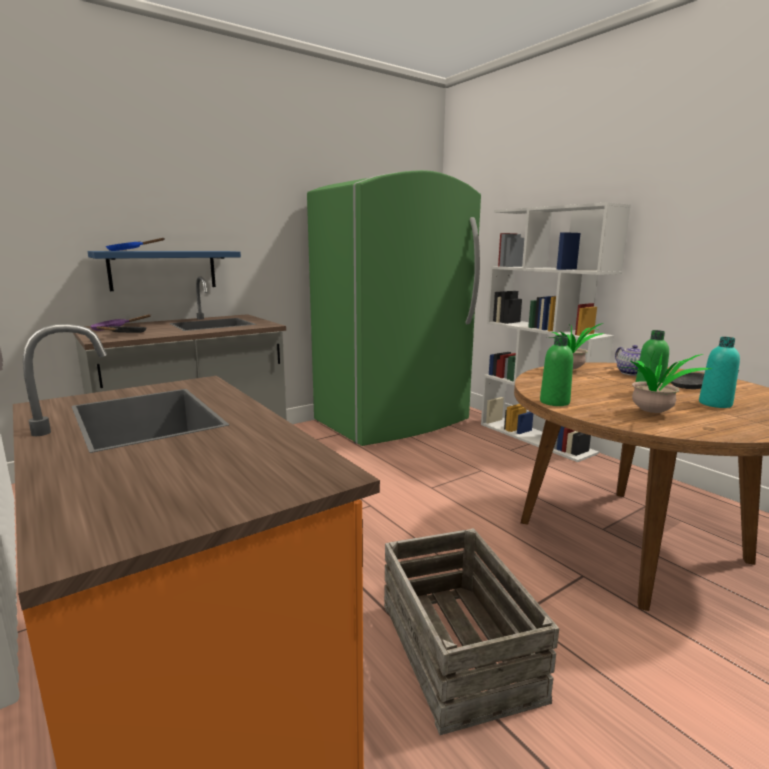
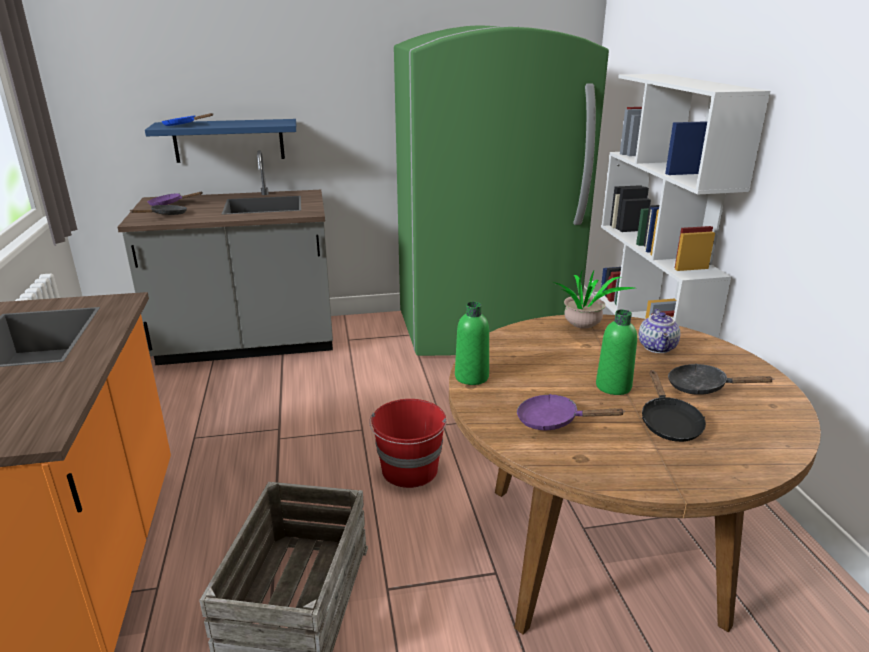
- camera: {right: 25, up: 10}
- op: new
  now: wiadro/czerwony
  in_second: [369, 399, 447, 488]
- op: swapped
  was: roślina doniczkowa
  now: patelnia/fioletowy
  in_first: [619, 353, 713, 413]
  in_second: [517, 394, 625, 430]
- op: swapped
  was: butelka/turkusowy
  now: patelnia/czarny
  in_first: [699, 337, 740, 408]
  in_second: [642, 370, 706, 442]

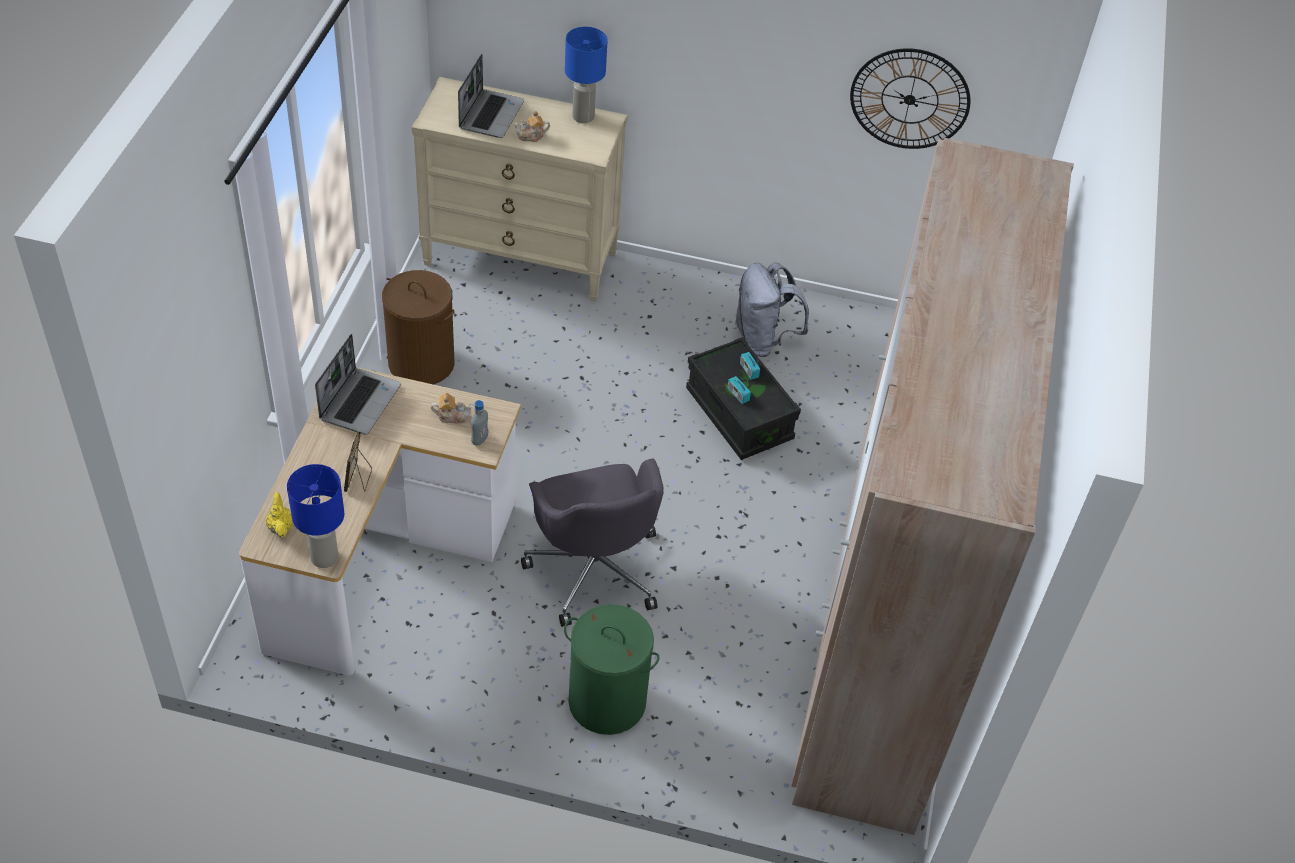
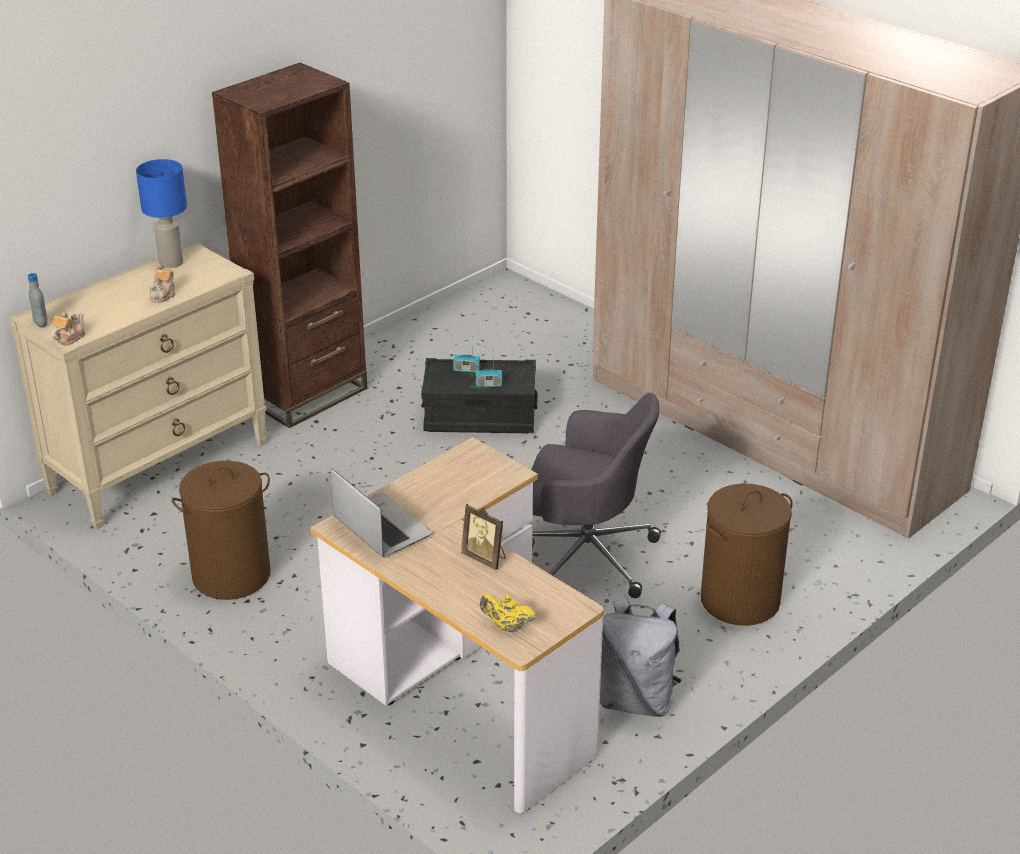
- camera: {right: -55, up: -15}
- op: gone
  was: lampa stołowa/niebieski
  in_first: [287, 464, 344, 568]
- op: gone
  was: laptop
  in_first: [458, 54, 524, 138]
- op: gone
  was: zegar ścienny
  in_first: [850, 48, 971, 149]
- op: new
  now: regał/brązowy
  in_second: [212, 63, 368, 428]
- op: shifted
  was: imbryk
  in_first: [431, 393, 473, 424]
  in_second: [51, 312, 85, 346]
- op: shifted
  was: butelka/szary
  in_first: [471, 400, 489, 445]
  in_second: [28, 273, 48, 327]
- op: shifted
  was: plecak/szary
  in_first: [735, 263, 809, 357]
  in_second: [600, 598, 682, 717]
- op: repainted
  was: kosz na pranie/zielony
  now: kosz na pranie/brązowy
  in_first: [564, 604, 659, 735]
  in_second: [701, 483, 793, 626]

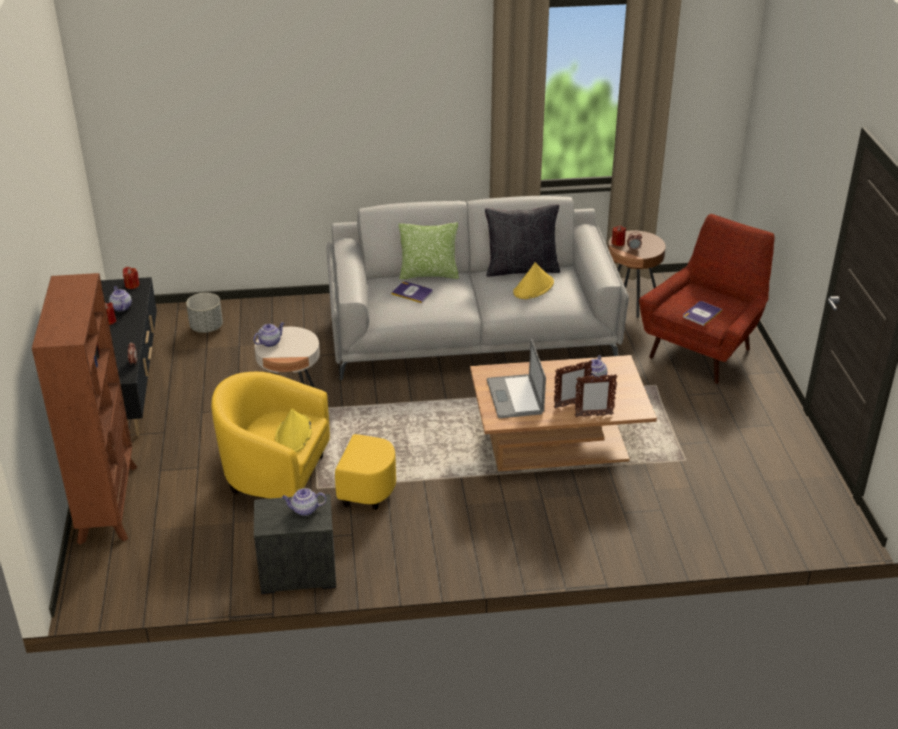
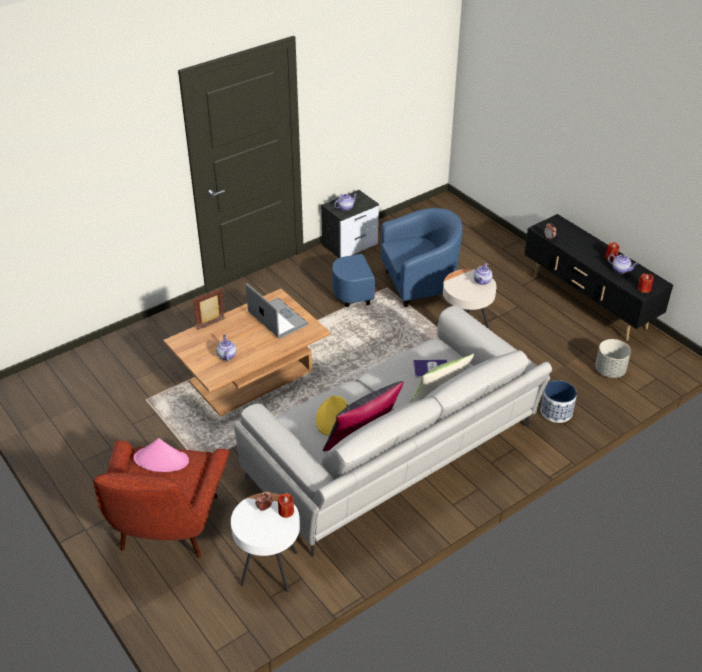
- camera: {right: 150, up: 5}
- op: gone
  was: regał/brązowy
  in_first: [32, 273, 138, 545]
- op: gone
  was: kapelusz/żółty
  in_first: [275, 409, 312, 452]
- op: gone
  was: ramka na zdjęcie
  in_first: [554, 360, 592, 409]
- op: new
  now: donica
  in_second: [540, 380, 577, 423]
- op: swapped
  was: książka
  now: kapelusz/różowy
  in_first: [683, 301, 722, 326]
  in_second: [134, 438, 189, 472]
- op: repainted
  was: fotel/żółty
  now: fotel/niebieski
  in_first: [211, 372, 396, 510]
  in_second: [332, 208, 463, 307]
- op: repainted
  was: stolik/brązowy
  now: stolik/biały
  in_first: [608, 230, 666, 318]
  in_second: [231, 493, 300, 592]

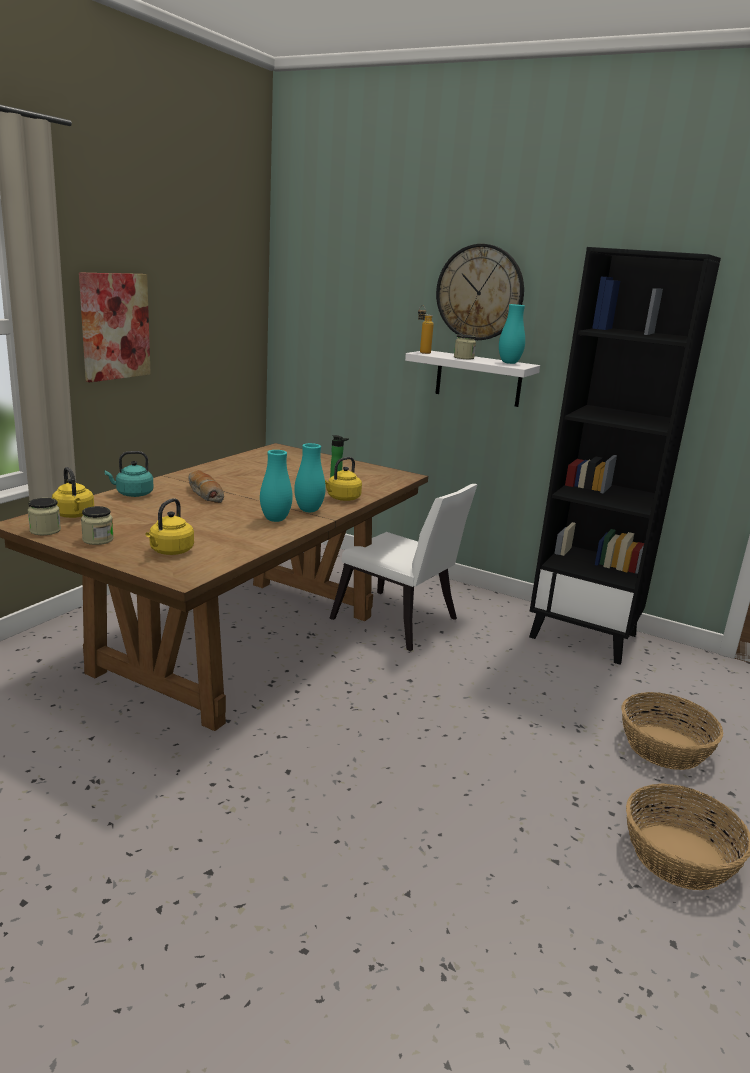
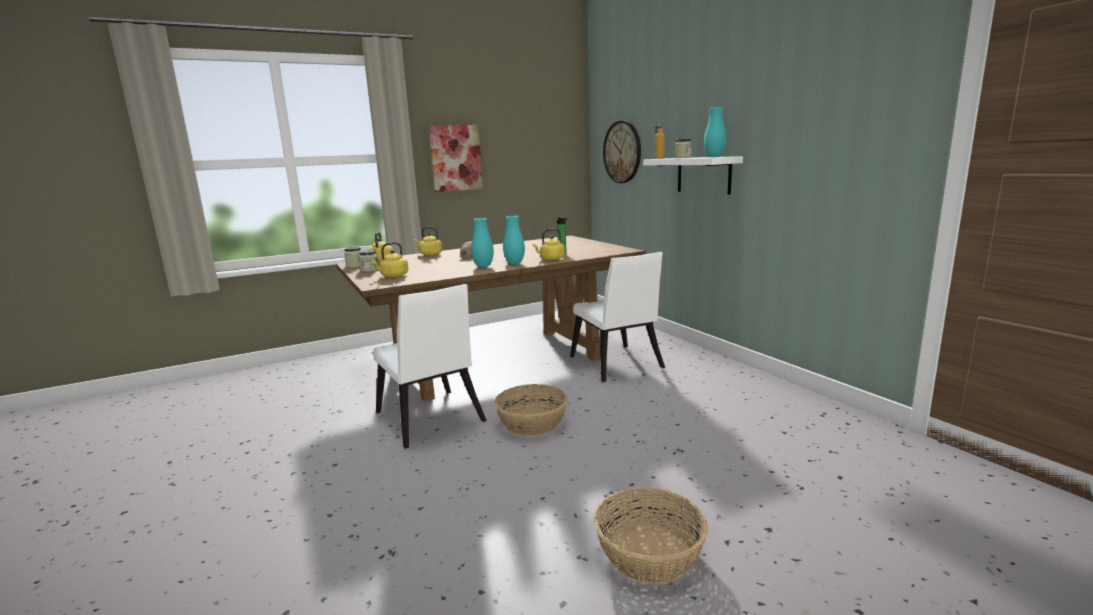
- camera: {right: 35, up: -5}
- op: gone
  was: regał/czarny
  in_first: [529, 247, 721, 665]
- op: new
  now: krzesło/biały
  in_second: [373, 284, 487, 449]
- op: shifted
  was: zegar ścienny
  in_first: [436, 244, 524, 340]
  in_second: [603, 121, 641, 183]
- op: shifted
  was: koszyk
  in_first: [621, 692, 724, 770]
  in_second: [494, 384, 568, 436]
- op: repainted
  was: czajnik/turkusowy
  now: czajnik/żółty
  in_first: [105, 451, 154, 497]
  in_second: [415, 227, 442, 256]

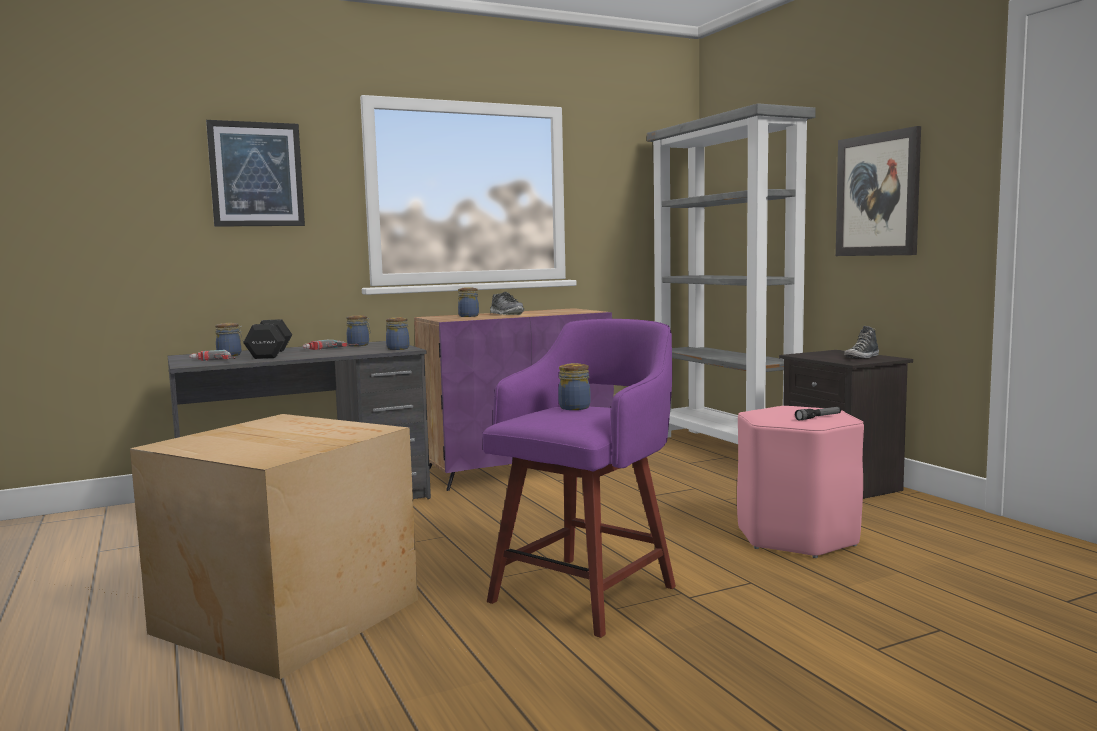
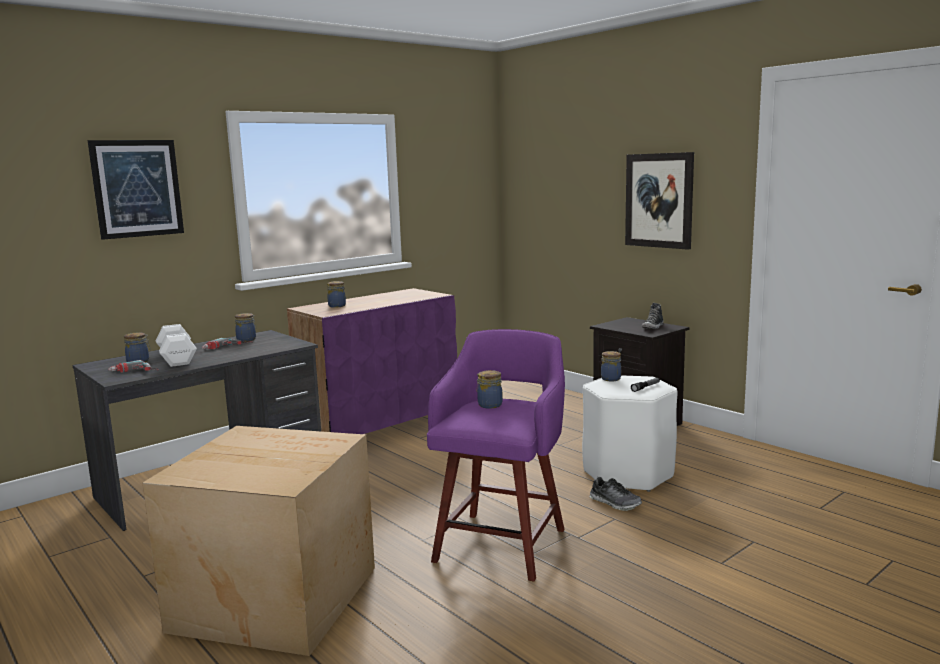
- camera: {right: -15, up: 5}
- op: gone
  was: regał/szary
  in_first: [647, 103, 816, 444]
- op: shifted
  was: słoik
  in_first: [386, 317, 409, 350]
  in_second: [601, 351, 621, 382]
- op: shifted
  was: but
  in_first: [490, 292, 524, 315]
  in_second: [589, 477, 642, 511]
- op: repainted
  was: hantel/czarny
  now: hantel/biały
  in_first: [243, 319, 292, 359]
  in_second: [156, 324, 197, 367]
- op: repainted
  was: stołek/różowy
  now: stołek/biały
  in_first: [737, 406, 864, 558]
  in_second: [582, 375, 678, 492]

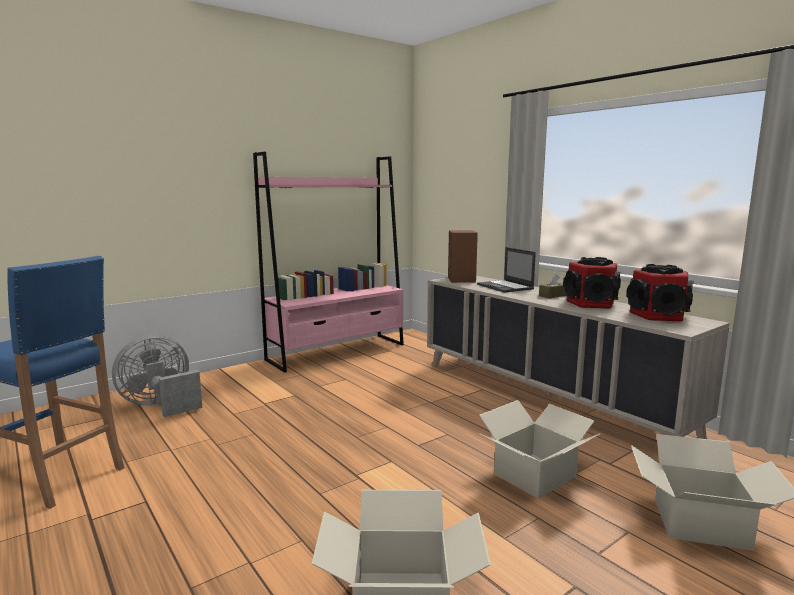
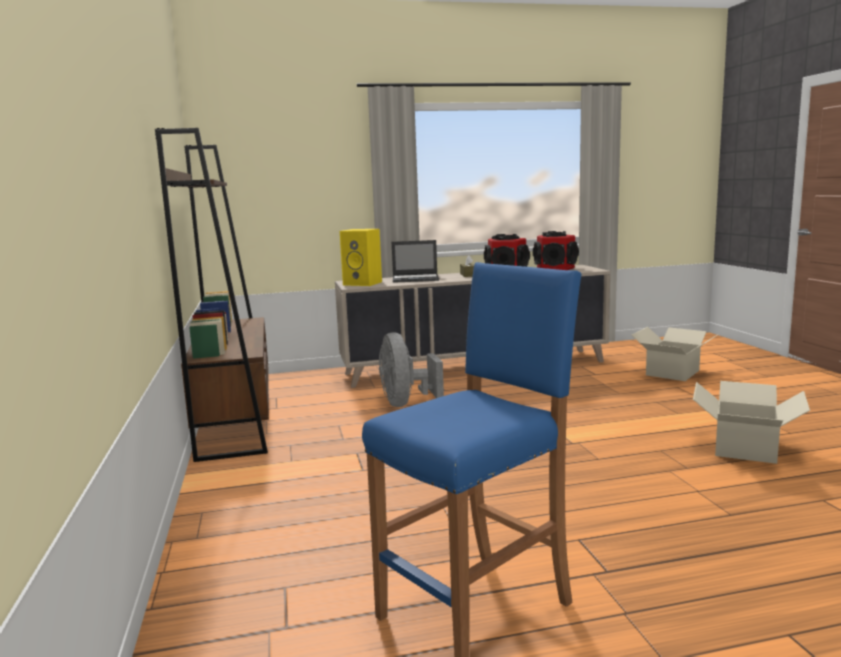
- camera: {right: -65, up: 0}
- op: gone
  was: karton
  in_first: [478, 400, 602, 499]
- op: shifted
  was: wentylator/szary
  in_first: [112, 335, 202, 417]
  in_second: [379, 332, 444, 407]
- op: repainted
  was: regał/różowy
  now: regał/brązowy
  in_first: [253, 152, 404, 373]
  in_second: [155, 128, 269, 462]
- op: repainted
  was: głośnik/brązowy
  now: głośnik/żółty
  in_first: [448, 230, 478, 283]
  in_second: [340, 229, 382, 286]

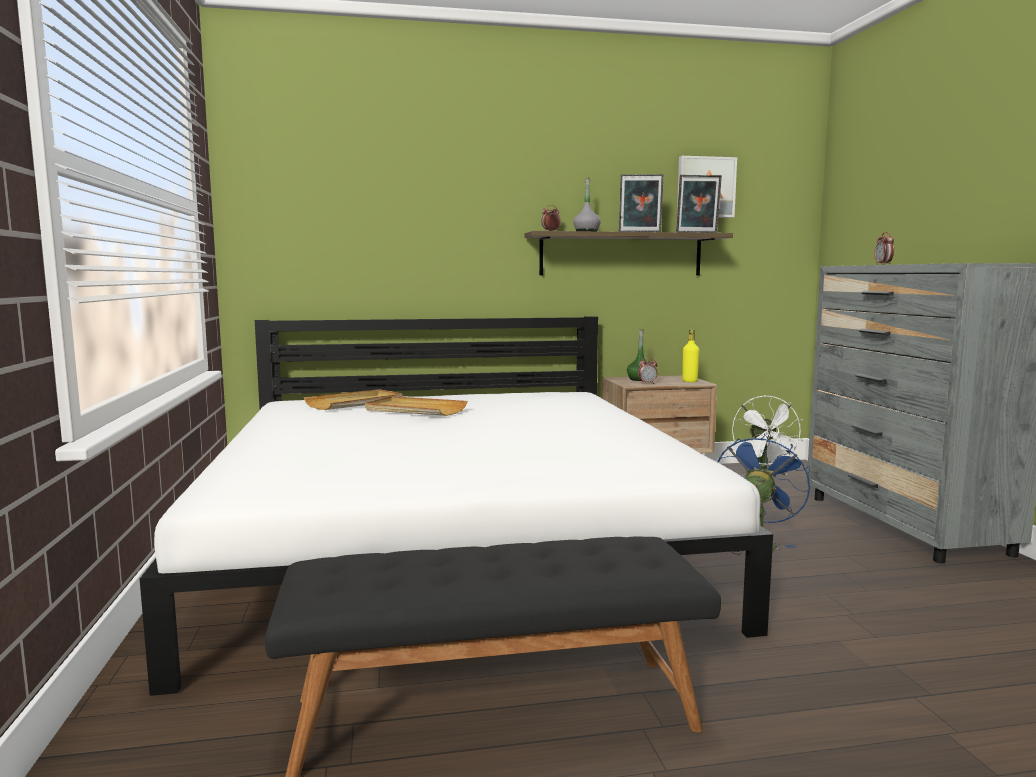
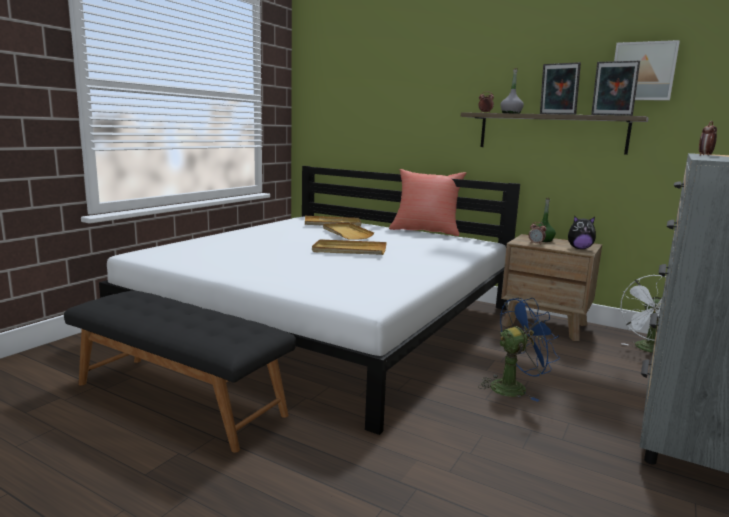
- camera: {right: 40, up: 5}
- op: new
  now: taca/beżowy
  in_second: [312, 239, 387, 255]
- op: new
  now: poduszka/czerwony
  in_second: [389, 169, 466, 236]
- op: swapped
  was: butelka/żółty
  now: pluszak
  in_first: [682, 330, 699, 382]
  in_second: [568, 215, 596, 249]

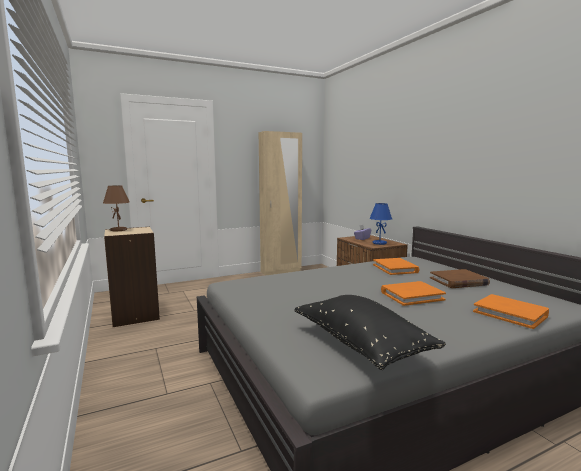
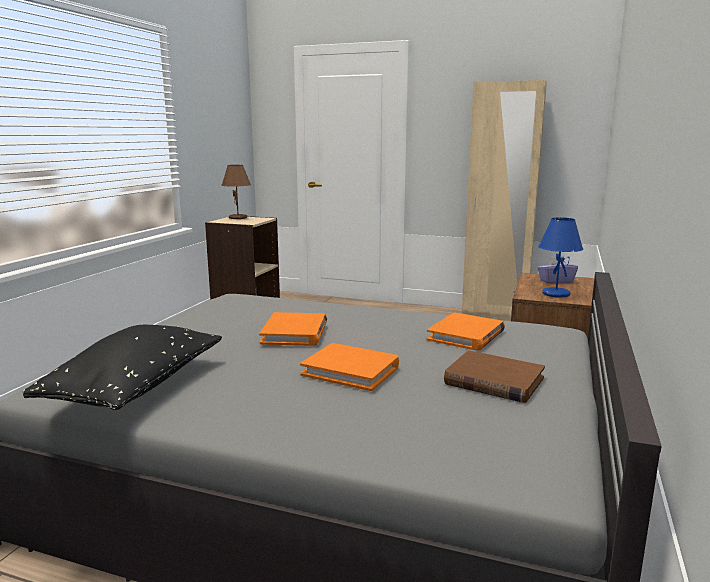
- camera: {right: 45, up: 5}
- op: shifted
  was: książka/pomarańczowy
  in_first: [473, 294, 549, 329]
  in_second: [259, 312, 327, 346]

